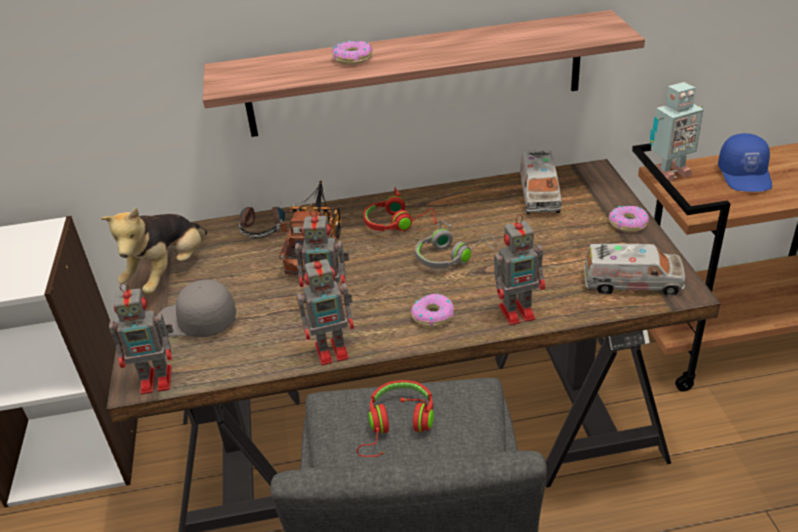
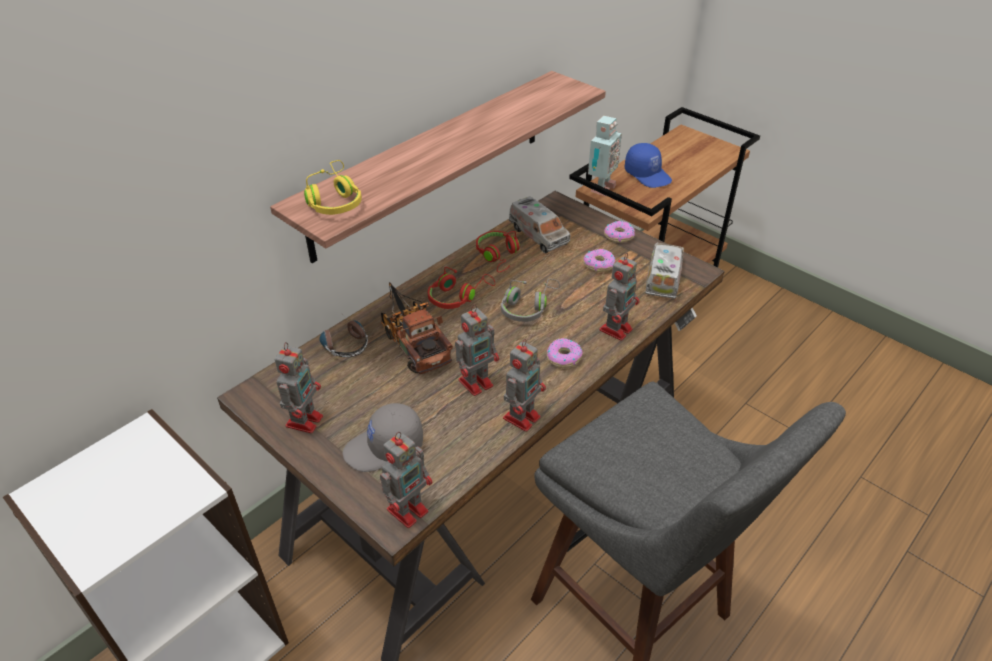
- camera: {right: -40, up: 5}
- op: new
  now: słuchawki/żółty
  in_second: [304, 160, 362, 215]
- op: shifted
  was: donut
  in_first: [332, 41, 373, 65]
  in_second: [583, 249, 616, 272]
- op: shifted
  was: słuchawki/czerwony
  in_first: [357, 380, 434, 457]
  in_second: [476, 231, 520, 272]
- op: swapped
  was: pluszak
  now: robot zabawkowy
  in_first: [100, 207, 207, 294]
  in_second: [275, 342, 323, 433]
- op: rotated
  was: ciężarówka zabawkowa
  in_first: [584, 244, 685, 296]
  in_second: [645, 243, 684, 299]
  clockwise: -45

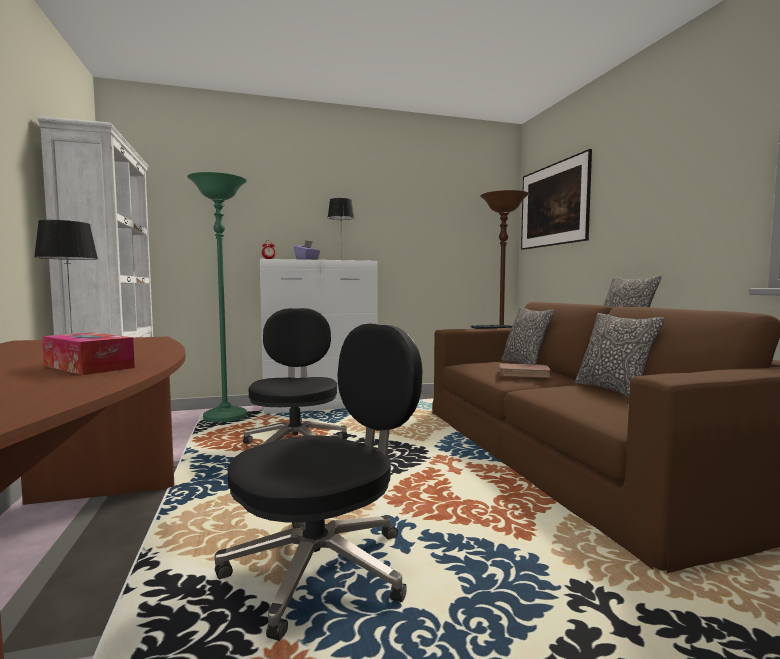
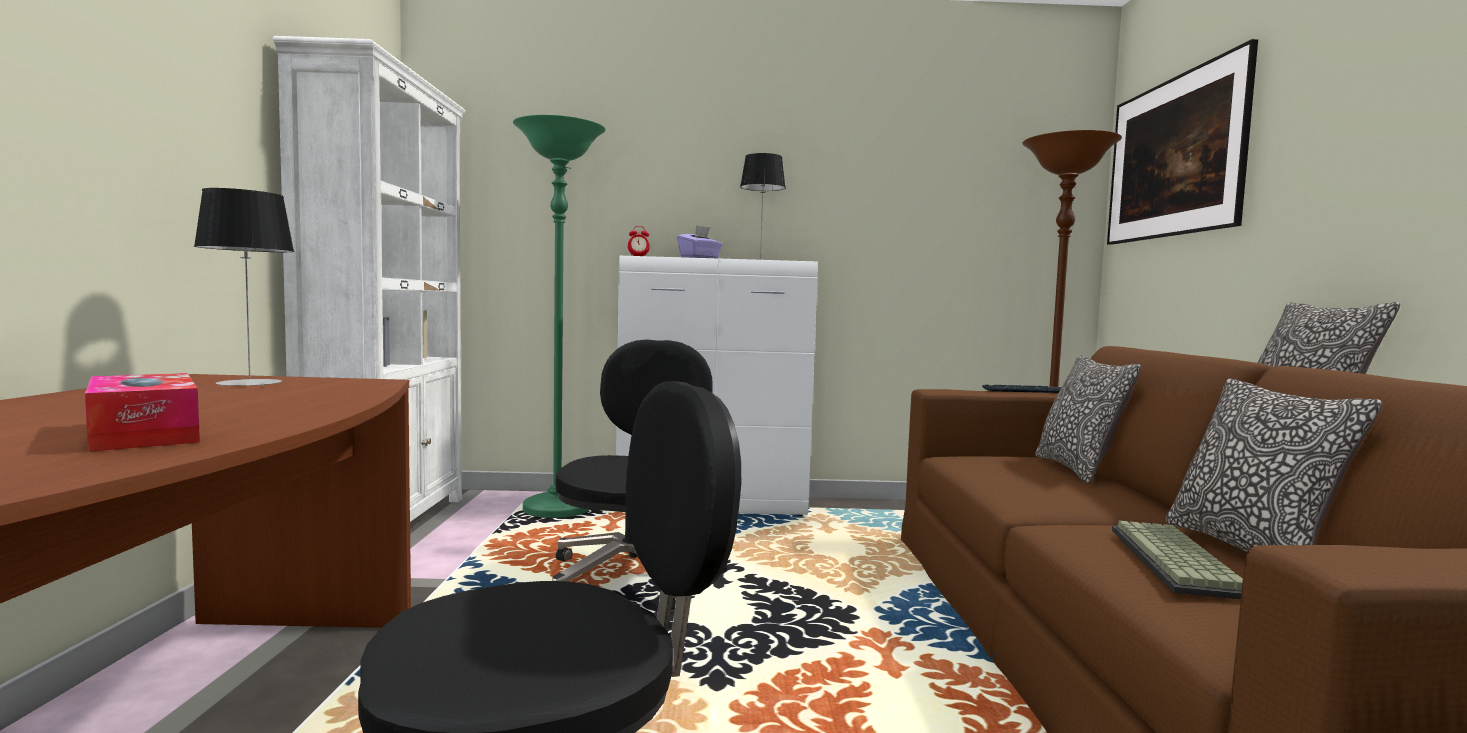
- camera: {right: 15, up: 0}
- op: gone
  was: książka/brązowy
  in_first: [499, 363, 552, 378]
- op: new
  now: klawiatura
  in_second: [1112, 521, 1243, 600]

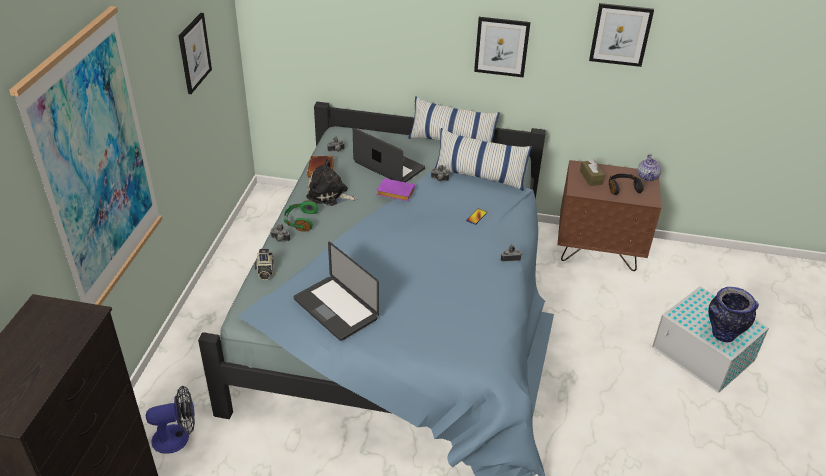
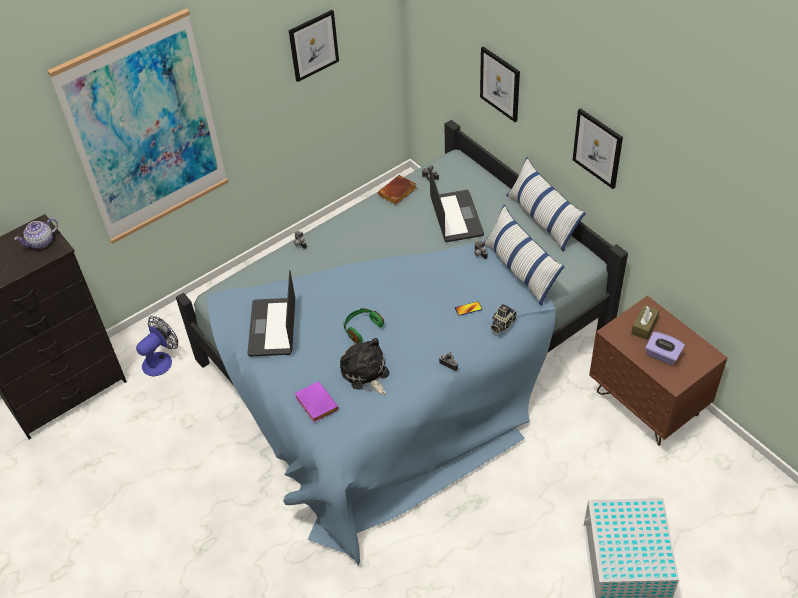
- camera: {right: 45, up: 10}
- op: gone
  was: wazon
  in_first: [708, 287, 759, 342]
- op: shifted
  was: aparat fotograficzny
  in_first: [255, 249, 274, 280]
  in_second: [491, 304, 517, 334]
- op: shifted
  was: słuchawki/zielony
  in_first: [284, 201, 318, 232]
  in_second: [343, 308, 384, 343]
- op: shifted
  was: pluszak
  in_first: [306, 159, 358, 206]
  in_second: [340, 338, 389, 395]
- op: shifted
  was: książka/fioletowy
  in_first: [377, 178, 415, 201]
  in_second: [295, 381, 339, 422]
- op: shifted
  was: obraz
  in_first: [589, 3, 654, 67]
  in_second: [480, 47, 520, 122]
- op: shifted
  was: imbryk
  in_first: [637, 155, 661, 181]
  in_second: [14, 218, 58, 249]
- op: swapped
  was: słuchawki/czarny
  now: pudełko chusteczek/fioletowy
  in_first: [609, 174, 644, 195]
  in_second: [645, 332, 685, 365]
- op: rotated
  was: wentylator
  in_first: [146, 385, 195, 454]
  in_second: [136, 316, 178, 377]
  clockwise: -75

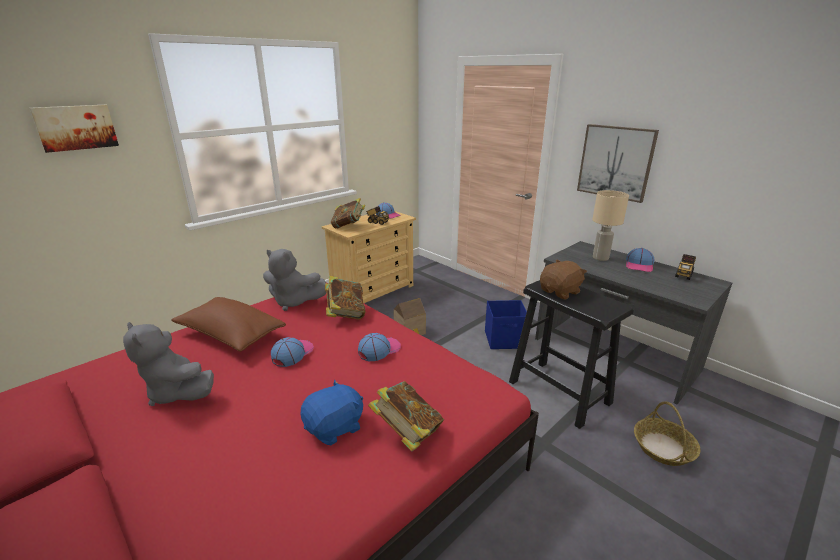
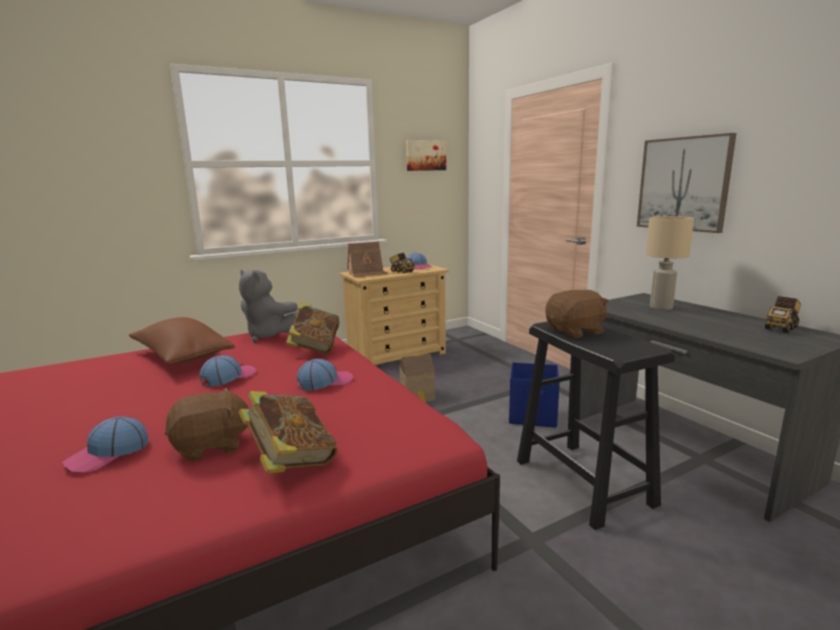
- camera: {right: 15, up: -10}
- op: gone
  was: pluszak/szary
  in_first: [123, 322, 214, 406]
- op: gone
  was: koszyk
  in_first: [634, 401, 701, 466]
- op: shifted
  was: obraz
  in_first: [30, 105, 119, 153]
  in_second: [406, 140, 446, 171]
- op: shifted
  was: czapka z daszkiem
  in_first: [626, 248, 655, 272]
  in_second: [62, 416, 148, 473]
- op: swapped
  was: książka
  now: domek
  in_first: [331, 198, 365, 229]
  in_second: [347, 241, 389, 277]
- op: repainted
  was: pluszak/niebieski
  now: pluszak/brązowy
  in_first: [301, 380, 363, 445]
  in_second: [165, 387, 249, 461]

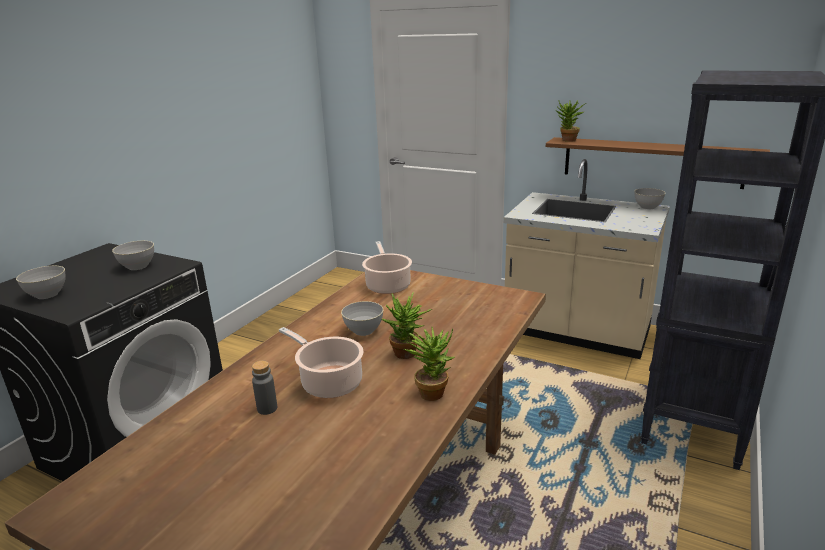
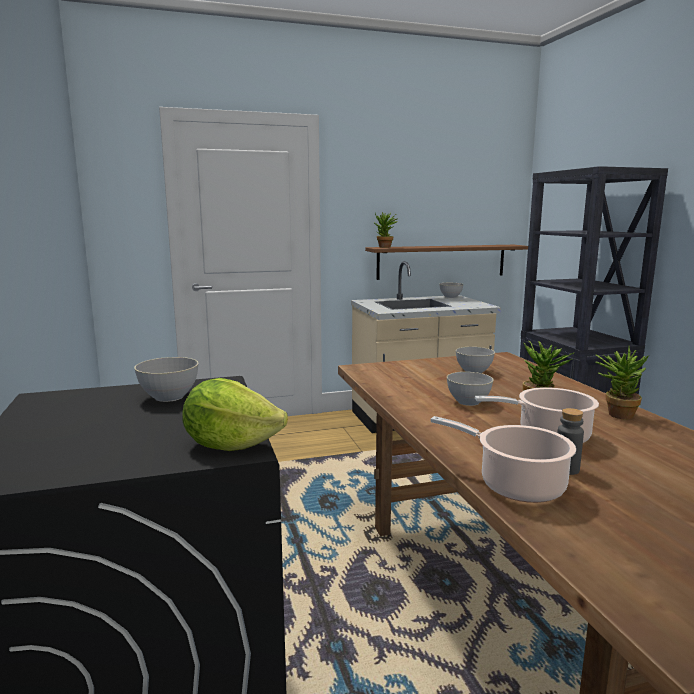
- camera: {right: -45, up: -10}
- op: new
  now: sałata
  in_second: [182, 378, 288, 451]
- op: shifted
  was: miska/szary
  in_first: [16, 266, 66, 299]
  in_second: [456, 347, 495, 373]
- op: shifted
  was: garnek
  in_first: [362, 241, 412, 294]
  in_second: [430, 416, 576, 503]

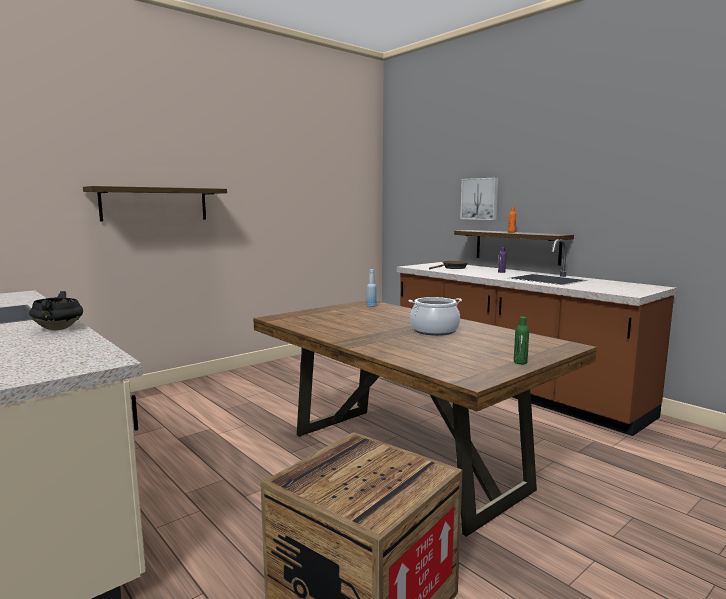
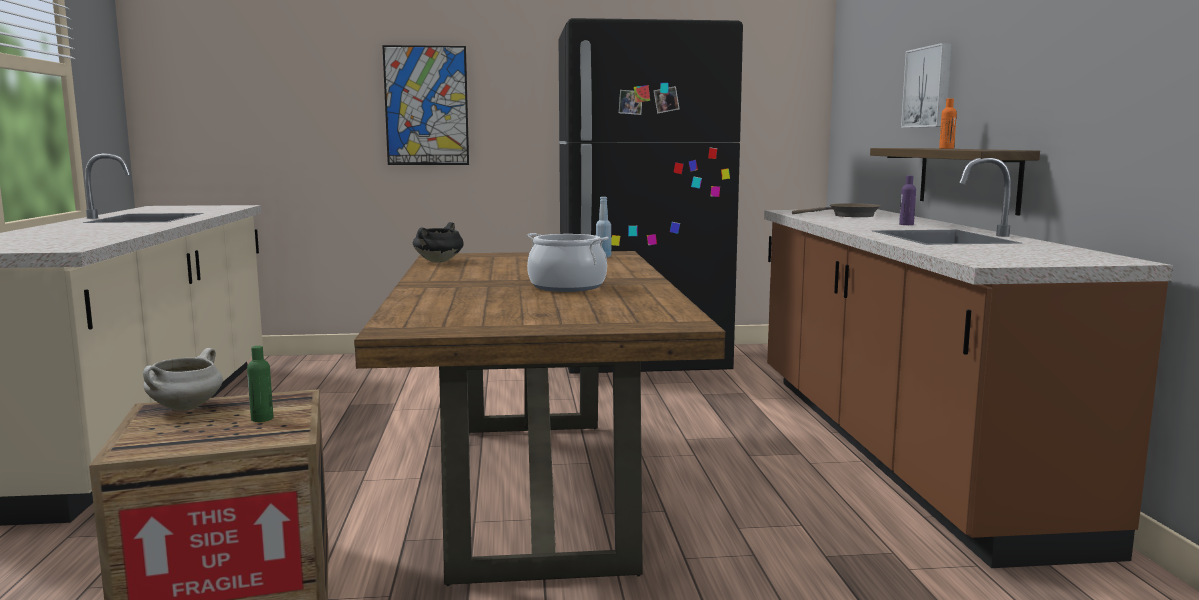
- camera: {right: 35, up: 0}
- op: new
  now: garnek/biały
  in_second: [143, 348, 223, 411]
- op: new
  now: lodówka/czarny
  in_second: [559, 18, 743, 374]
- op: shifted
  was: garnek/czarny
  in_first: [29, 291, 83, 330]
  in_second: [413, 222, 464, 263]
- op: shifted
  was: butelka/zielony
  in_first: [514, 317, 529, 364]
  in_second: [247, 346, 274, 422]
- op: swapped
  was: półka
  now: obraz
  in_first: [83, 186, 227, 222]
  in_second: [382, 45, 469, 165]

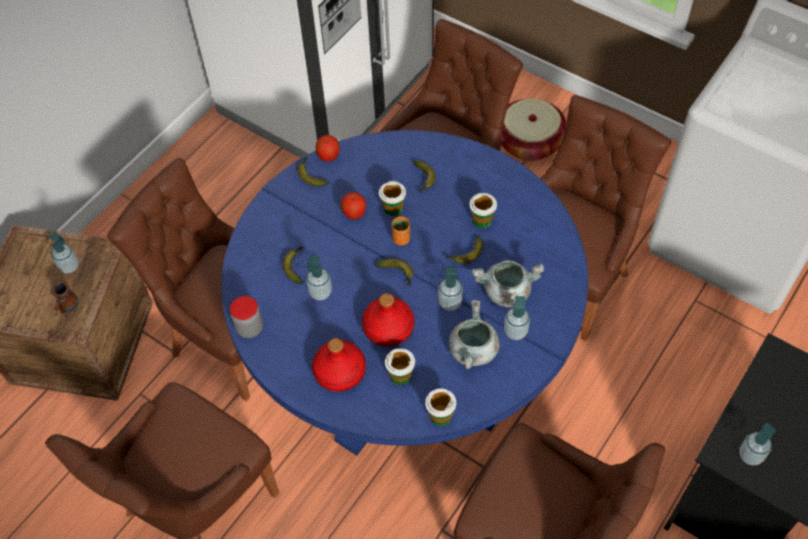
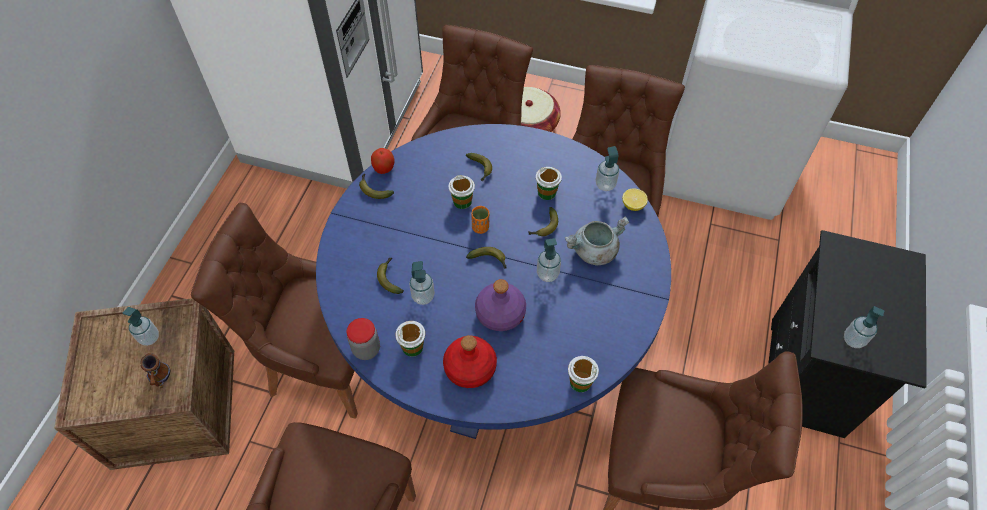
- camera: {right: -20, up: 0}
- op: gone
  was: jabłko
  in_first: [341, 192, 366, 220]
- op: gone
  was: garnek/szary
  in_first: [449, 300, 500, 369]
- op: new
  now: cytryna
  in_second: [622, 188, 648, 211]
- op: shifted
  was: filiżanka
  in_first: [385, 348, 415, 385]
  in_second: [395, 321, 425, 357]
- op: shifted
  was: dozownik mydła
  in_first: [504, 296, 530, 340]
  in_second: [596, 146, 619, 191]
- op: repainted
  was: butelka/czerwony
  now: butelka/fioletowy
  in_first: [362, 293, 414, 346]
  in_second: [475, 279, 526, 331]

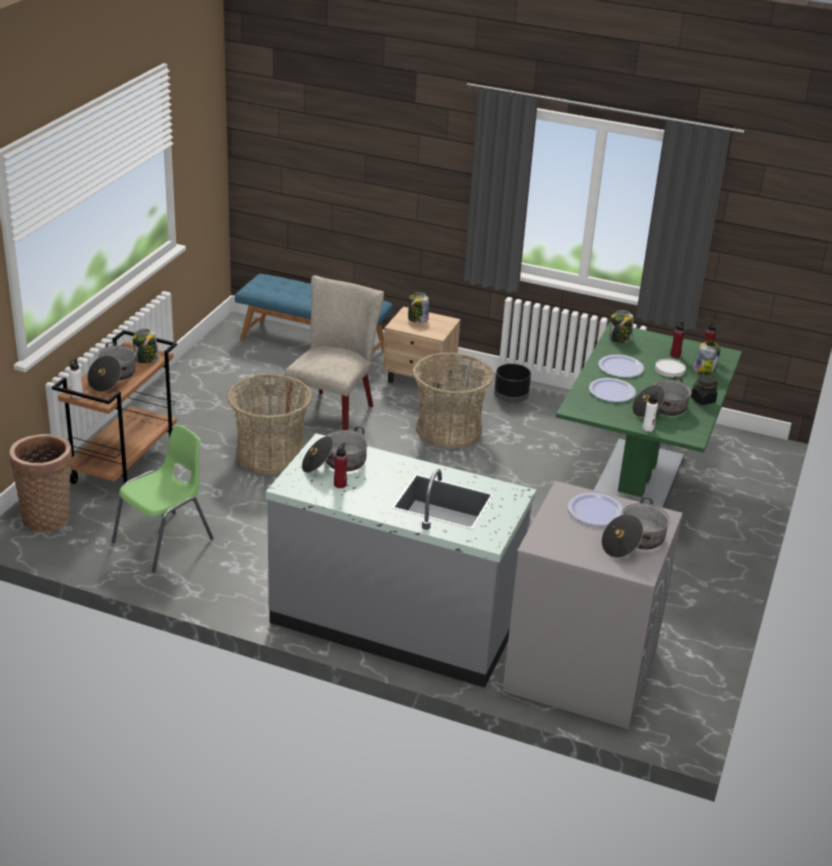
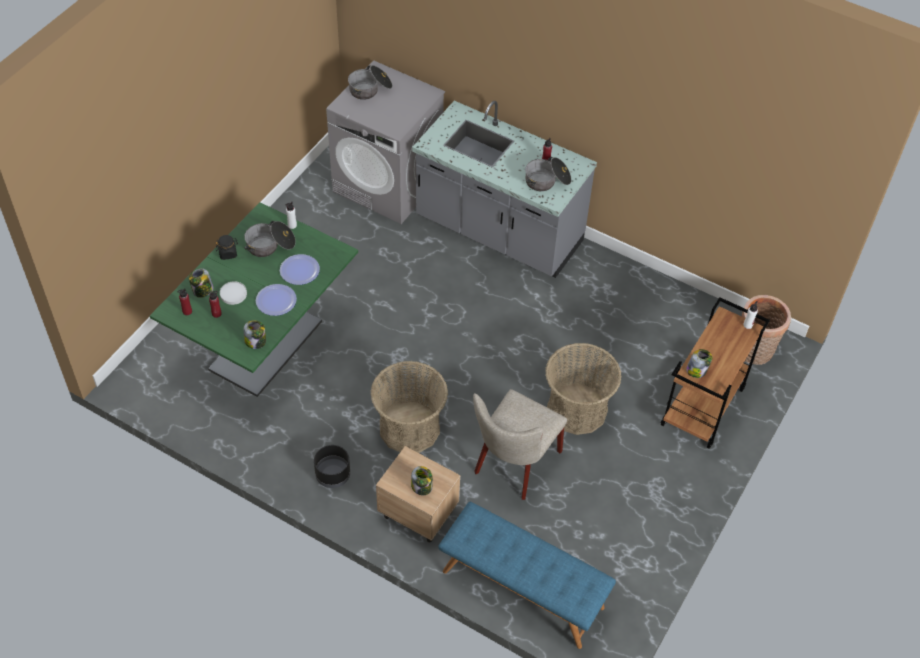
- camera: {right: -170, up: 20}
- op: gone
  was: garnek
  in_first: [87, 342, 136, 392]
- op: gone
  was: krzesło/zielony
  in_first: [112, 425, 214, 572]
- op: gone
  was: talerz
  in_first: [568, 493, 624, 526]

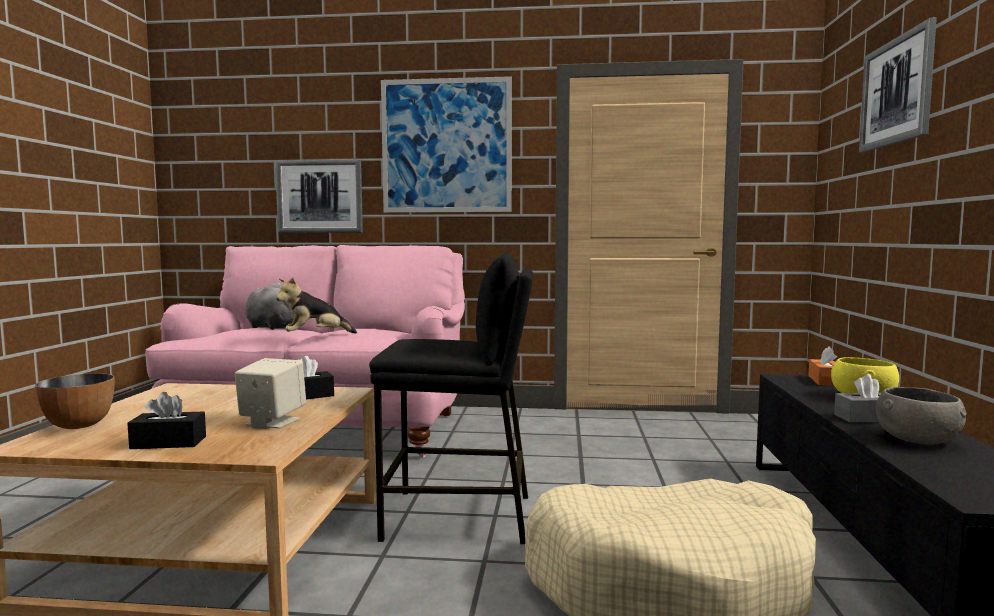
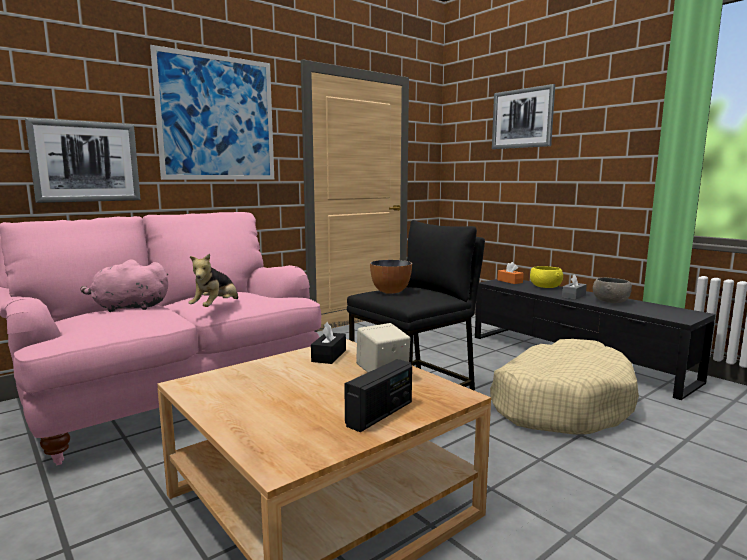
- camera: {right: -45, up: 5}
- op: shifted
  was: miska
  in_first: [35, 373, 115, 429]
  in_second: [370, 260, 412, 294]
- op: swapped
  was: pudełko chusteczek/czarny
  now: radio
  in_first: [127, 392, 206, 449]
  in_second: [344, 359, 412, 432]
- op: repainted
  was: pluszak/szary
  now: pluszak/różowy
  in_first: [245, 282, 295, 330]
  in_second: [81, 259, 168, 312]

